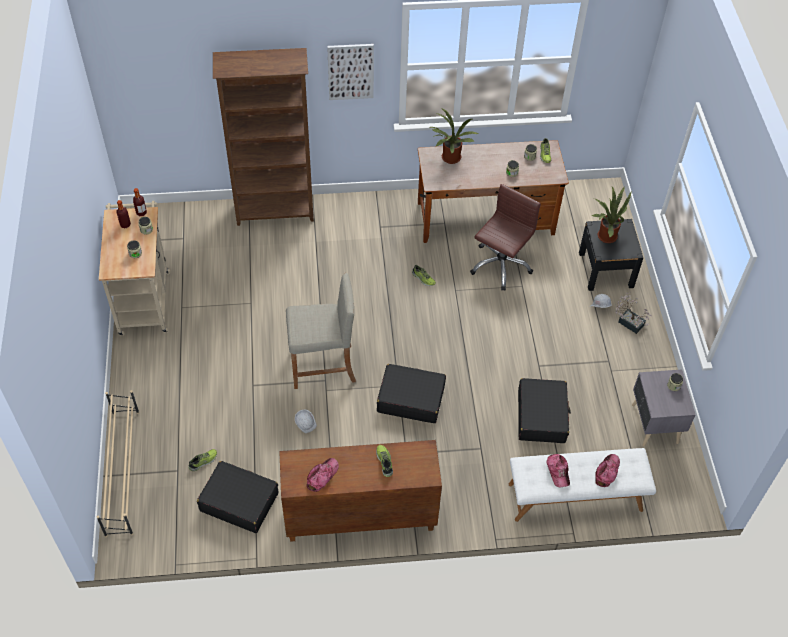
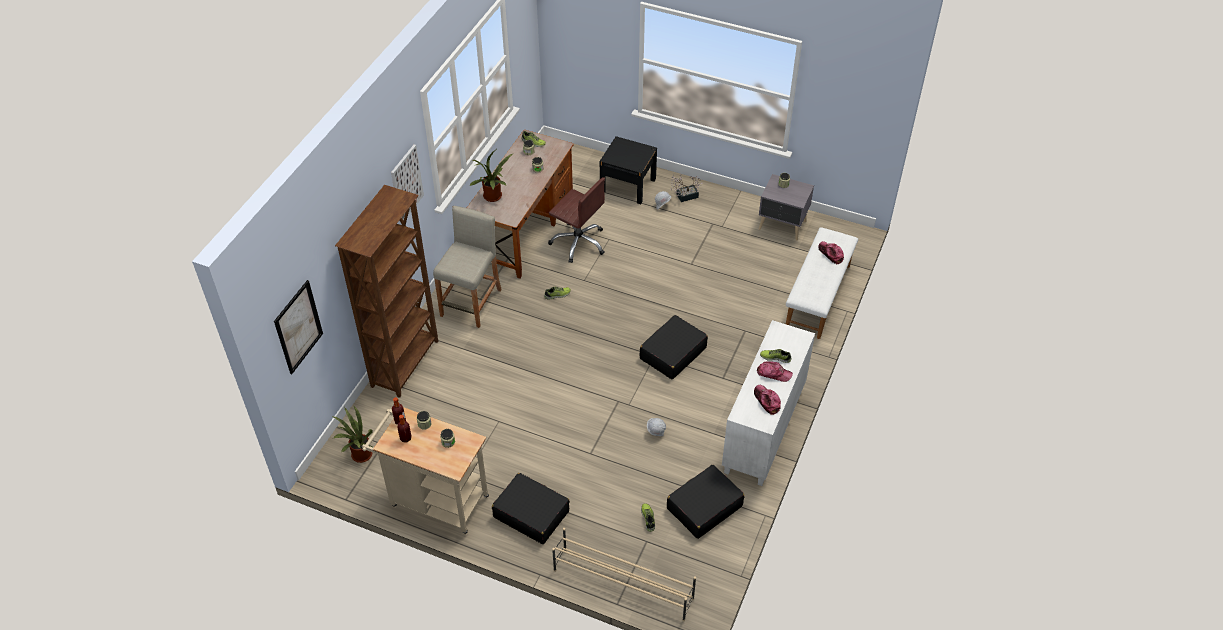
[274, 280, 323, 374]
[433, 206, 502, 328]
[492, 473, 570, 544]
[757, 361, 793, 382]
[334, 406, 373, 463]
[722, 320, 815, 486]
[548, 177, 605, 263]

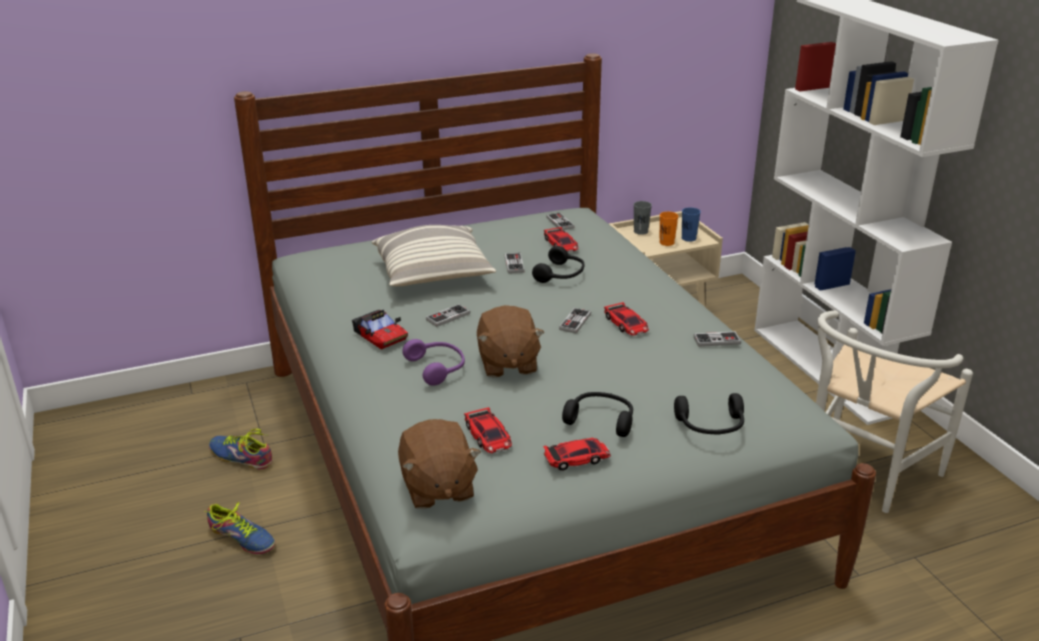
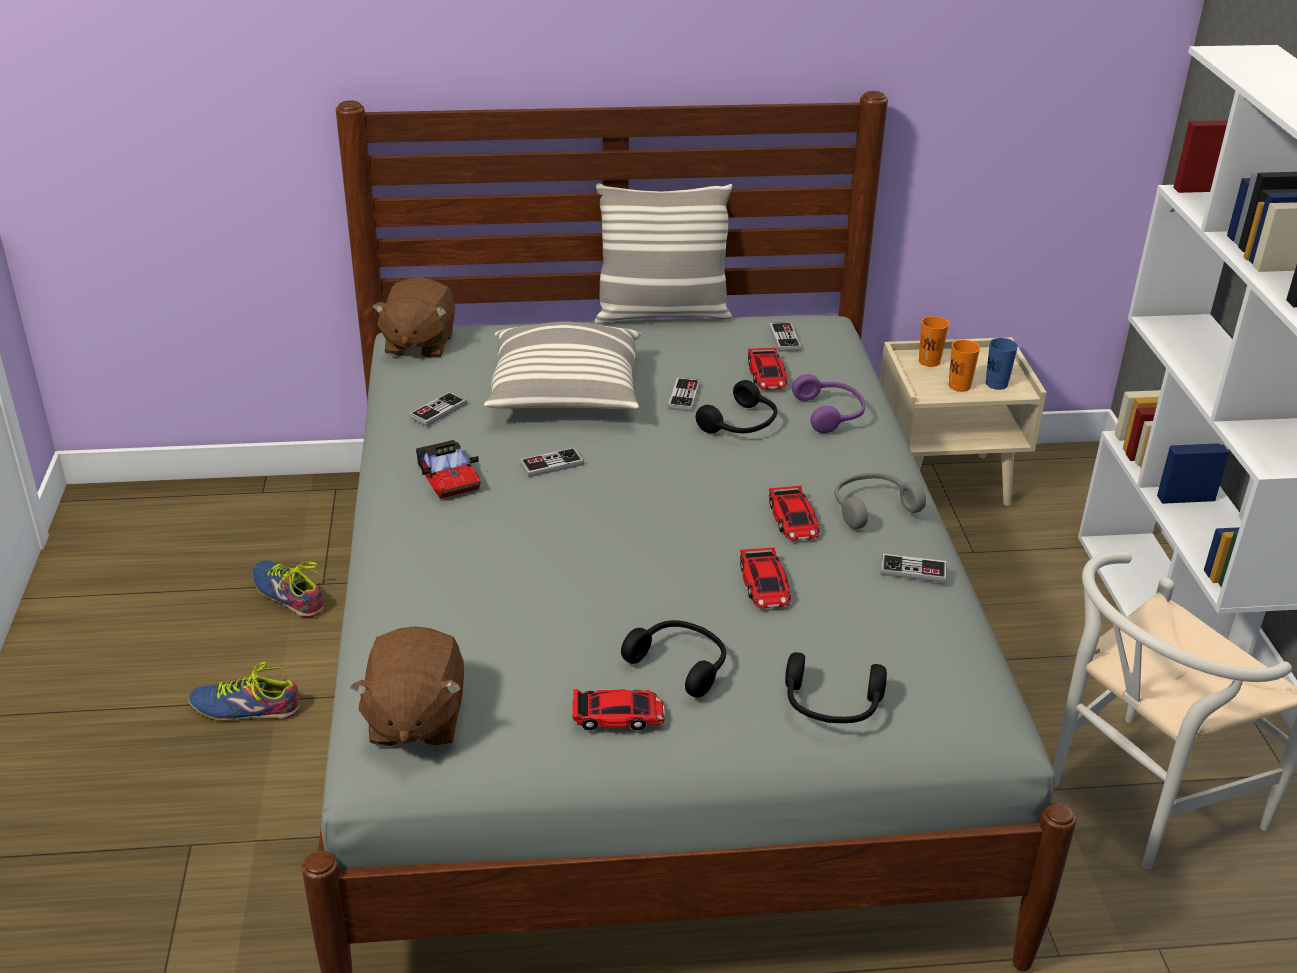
[595, 183, 732, 324]
[834, 473, 926, 529]
[792, 374, 865, 433]
[740, 547, 791, 609]
[372, 277, 455, 358]
[409, 392, 467, 426]
[919, 316, 949, 367]
[188, 662, 300, 722]

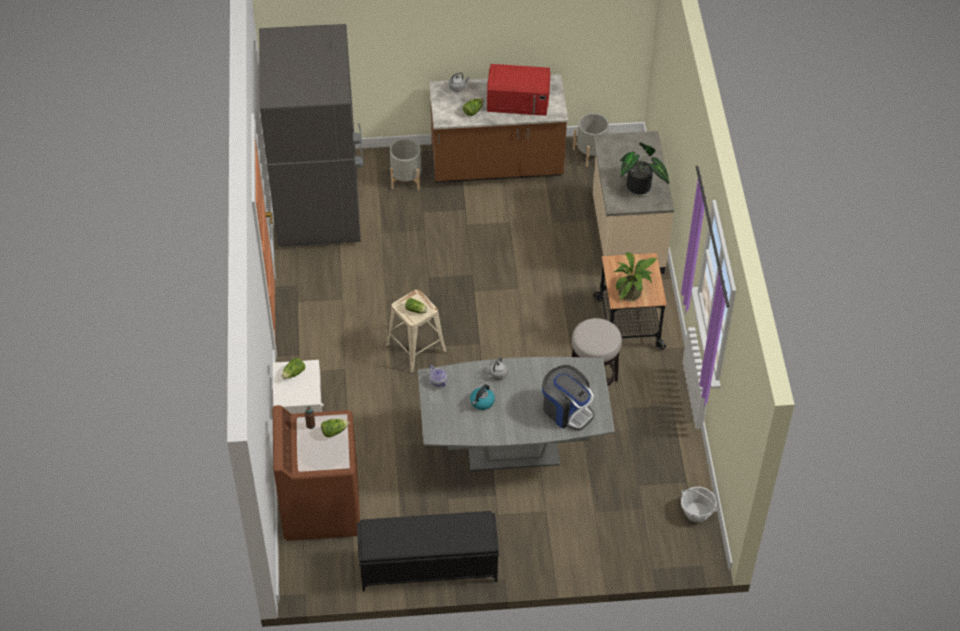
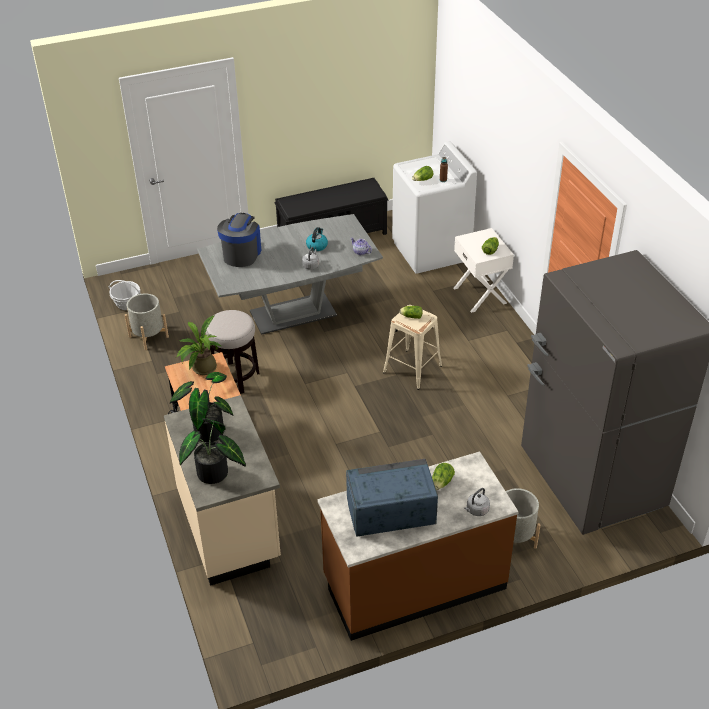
[179, 418, 246, 484]
[125, 294, 169, 350]
[392, 141, 477, 274]
[346, 459, 438, 537]
[217, 213, 262, 267]

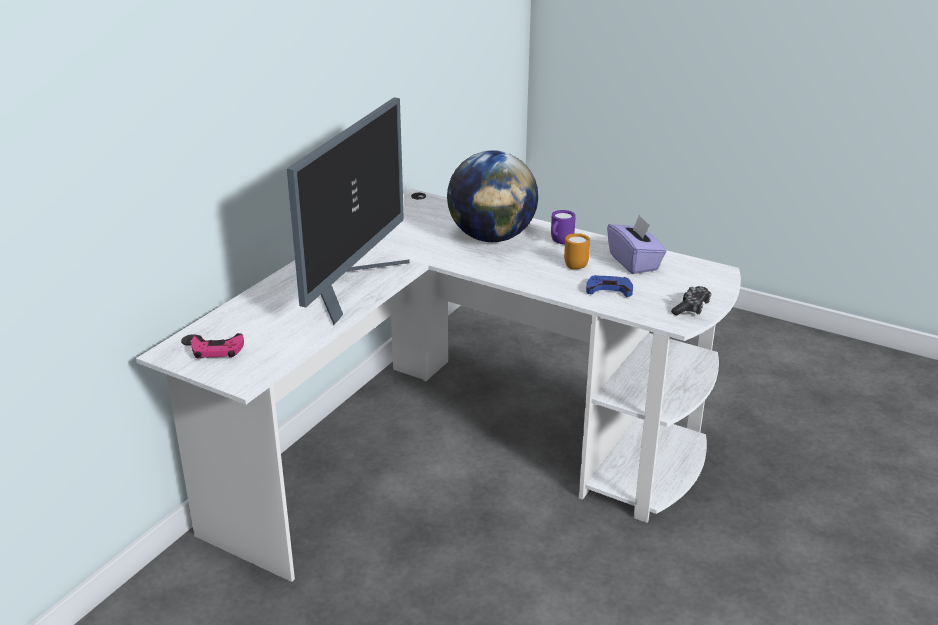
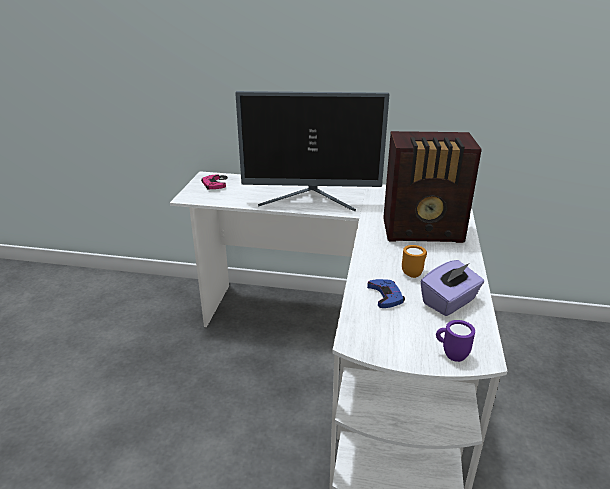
[671, 286, 712, 315] (first image)
[436, 320, 475, 362]
[383, 131, 482, 243]

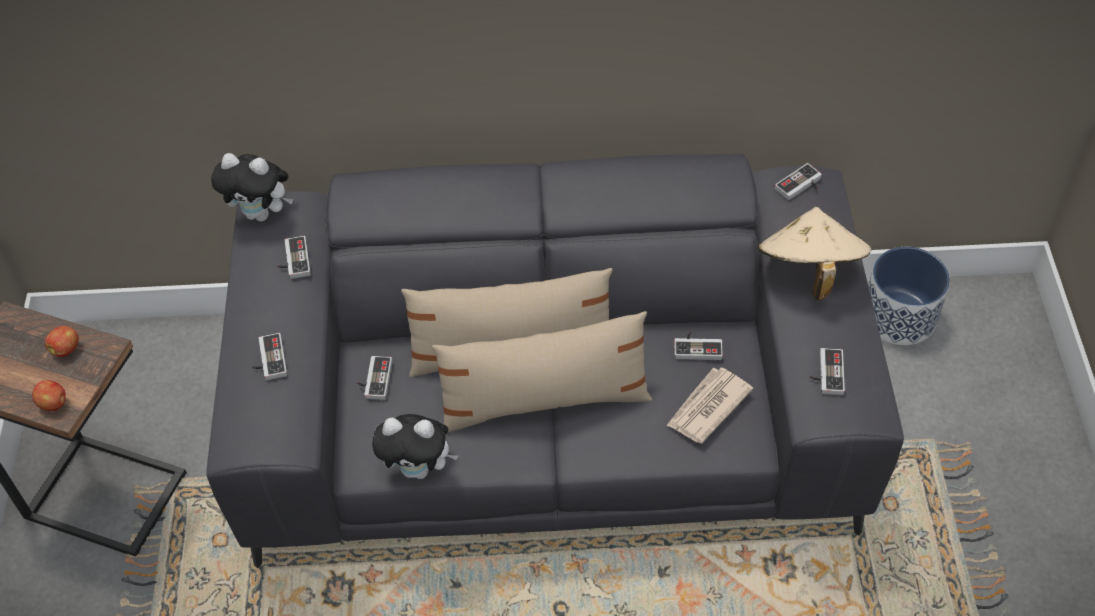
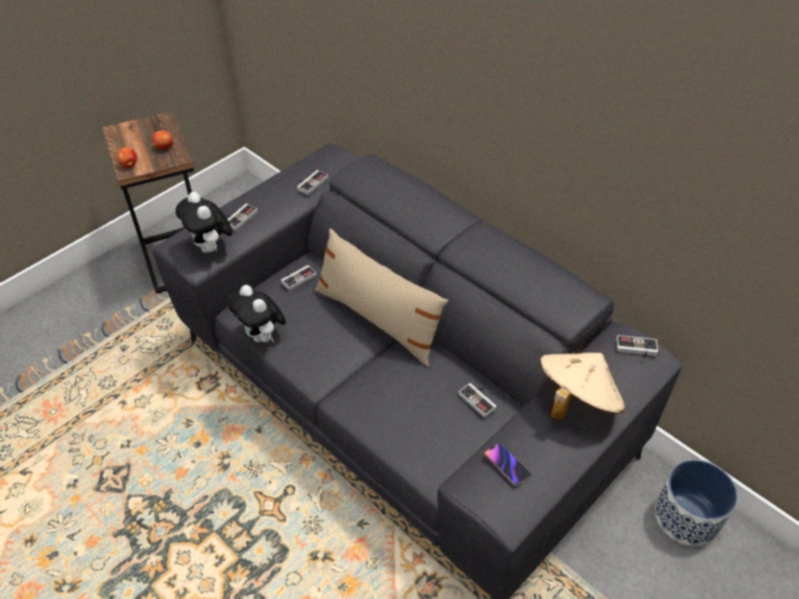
[432, 311, 652, 432] (first image)
[666, 367, 753, 443] (first image)
[176, 192, 233, 253]
[484, 443, 532, 486]

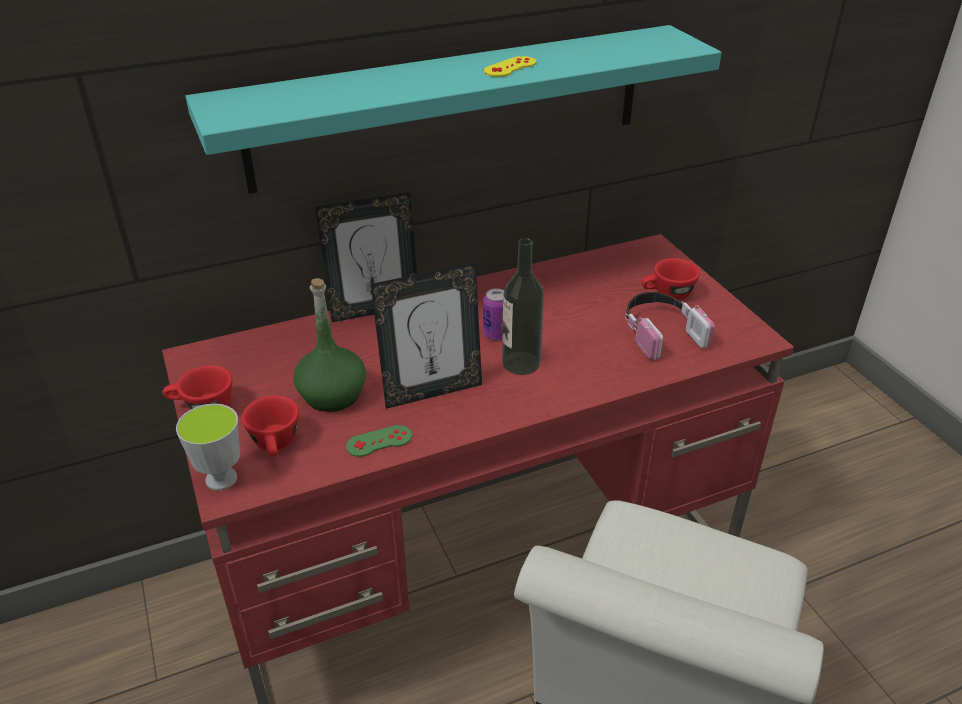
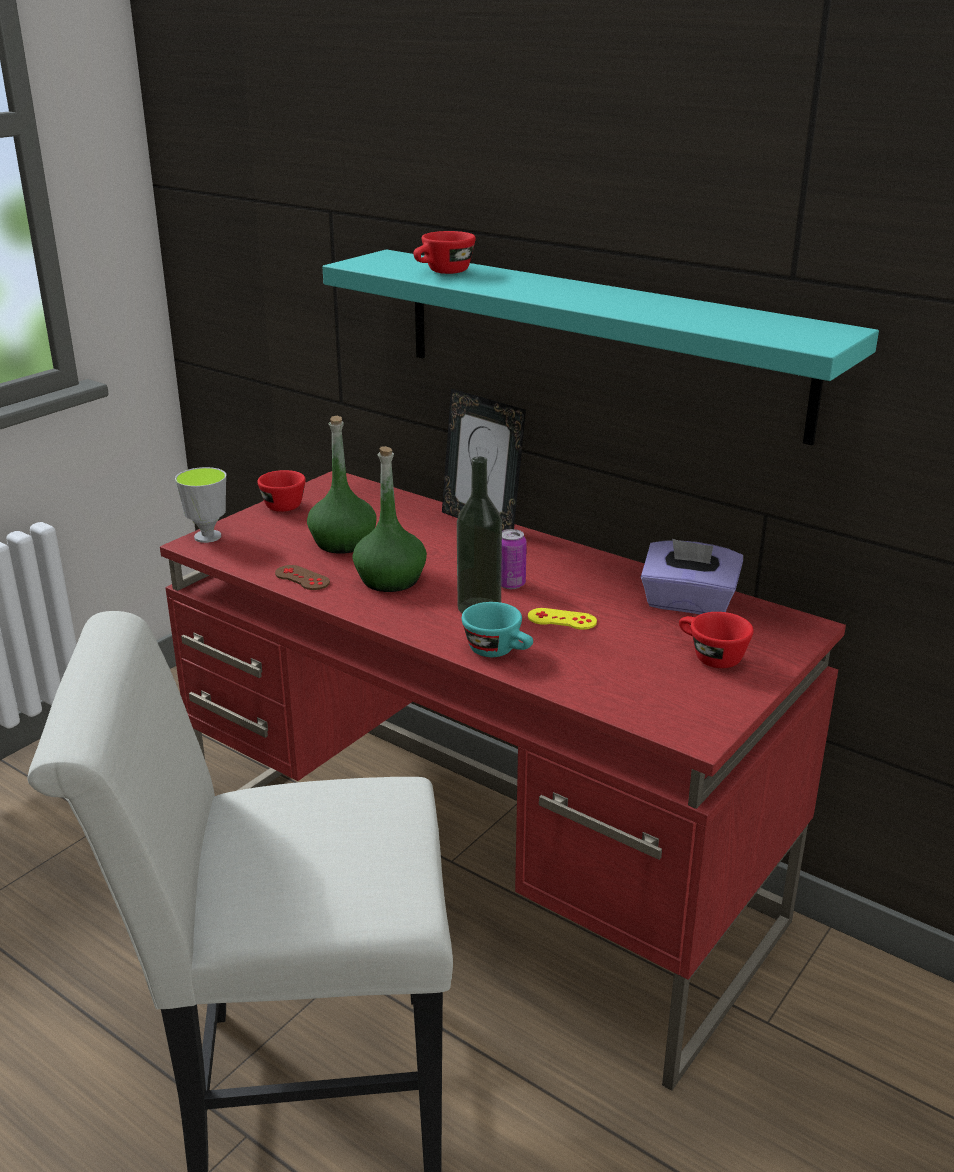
[625, 292, 715, 360] (first image)
[462, 602, 533, 657]
[641, 539, 743, 614]
[413, 231, 476, 274]
[528, 608, 597, 630]
[353, 446, 427, 592]
[275, 565, 330, 590]

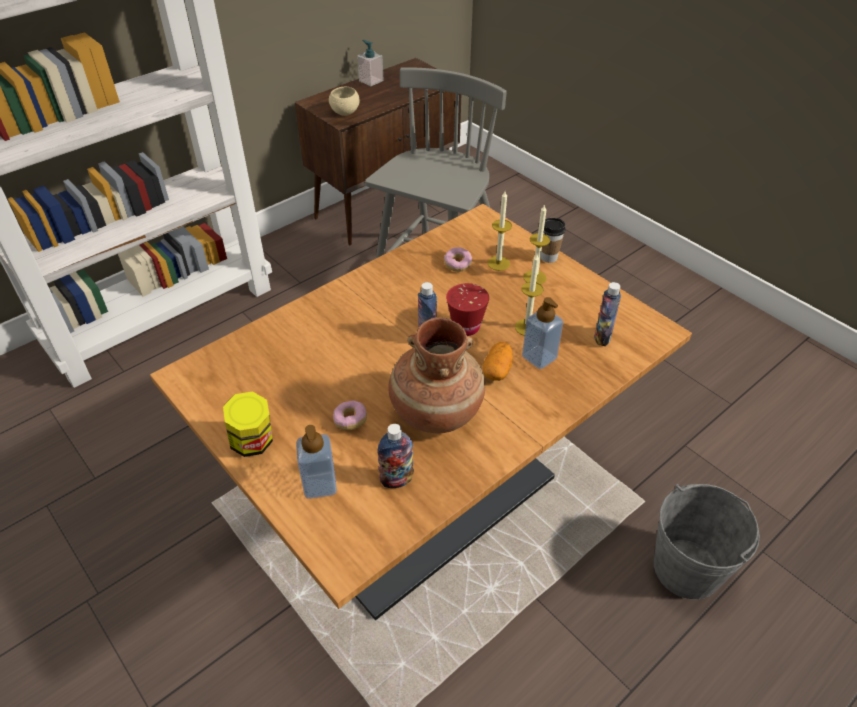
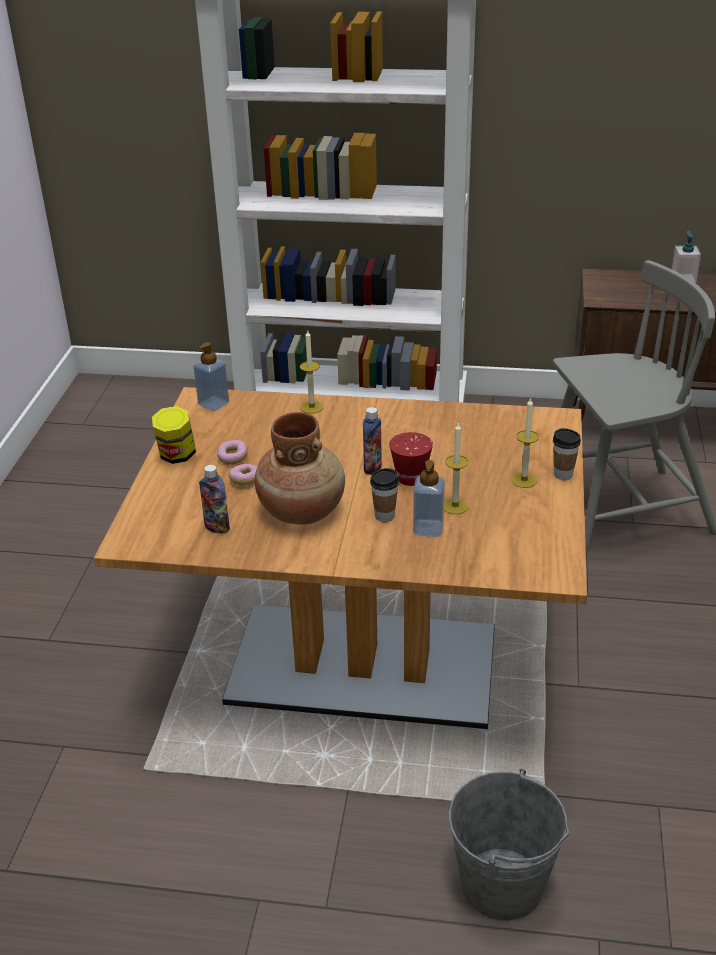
[329, 86, 359, 116] (first image)
[594, 282, 621, 346] (first image)
[193, 342, 229, 412]
[217, 440, 248, 465]
[300, 331, 323, 414]
[370, 468, 399, 522]

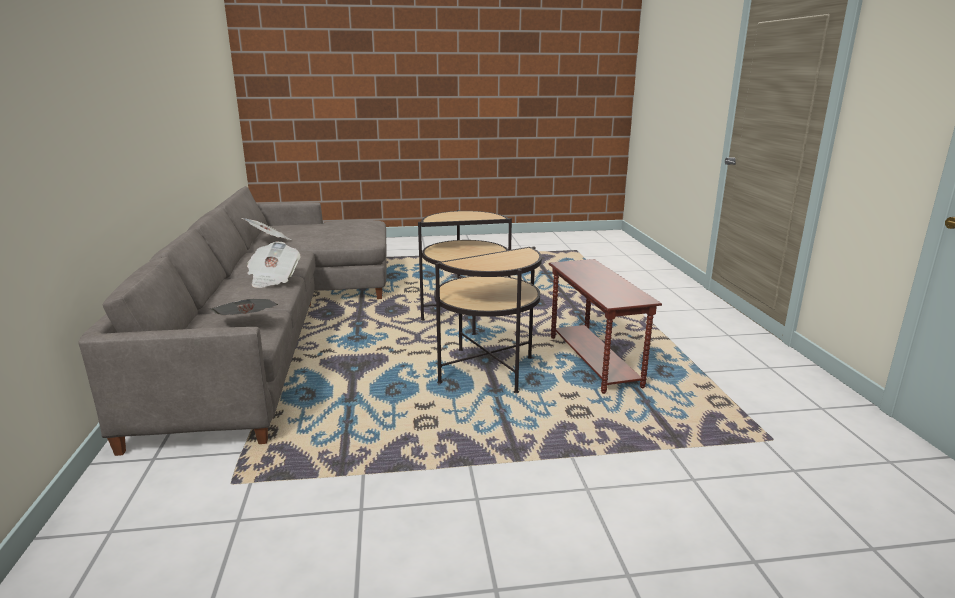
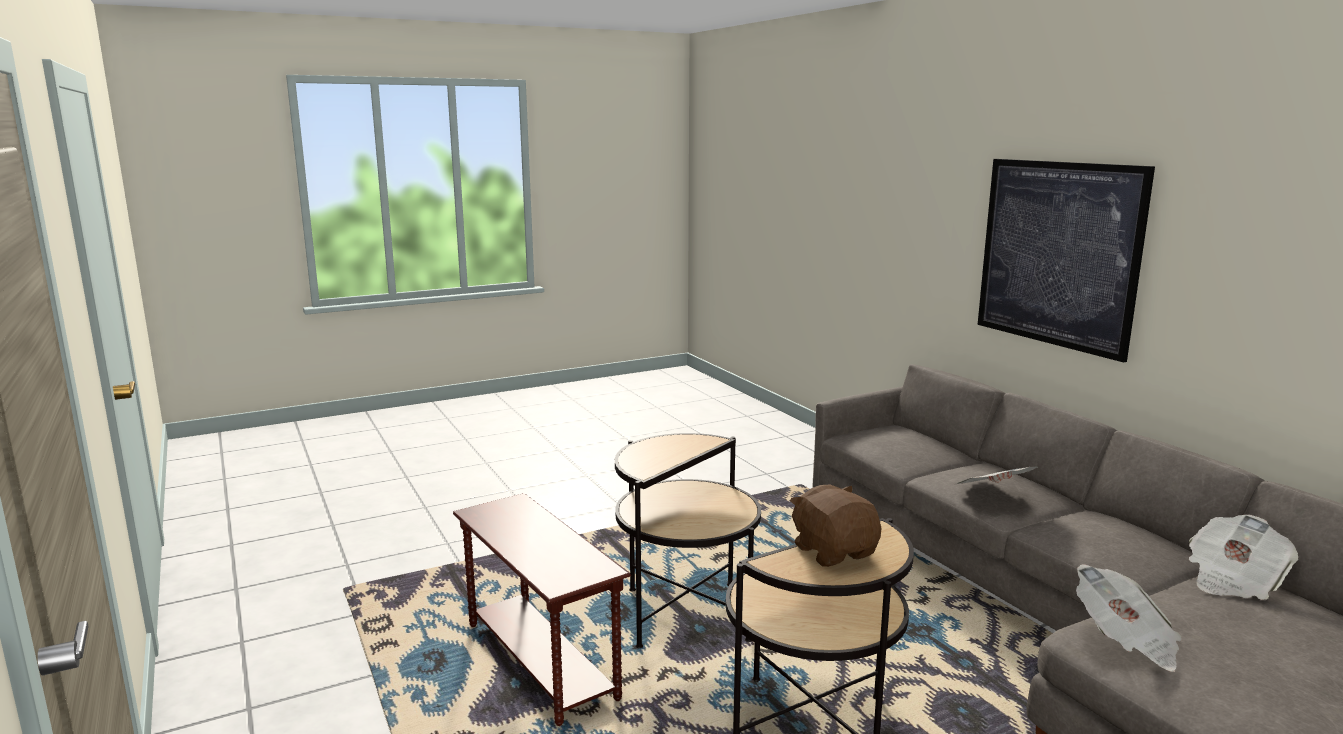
[790, 485, 882, 567]
[978, 159, 1155, 363]
[1076, 564, 1181, 672]

